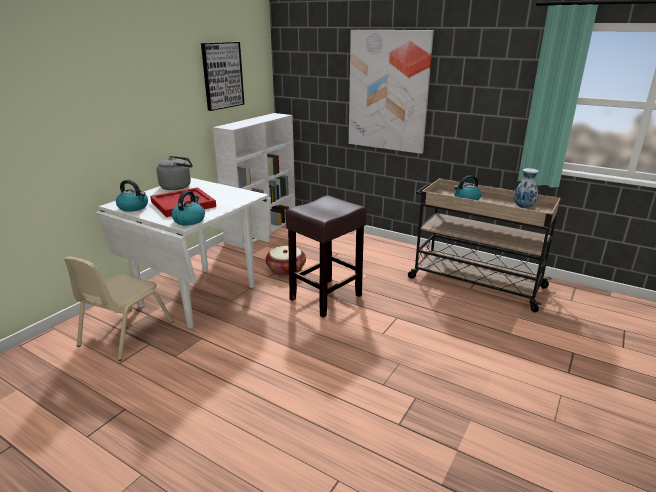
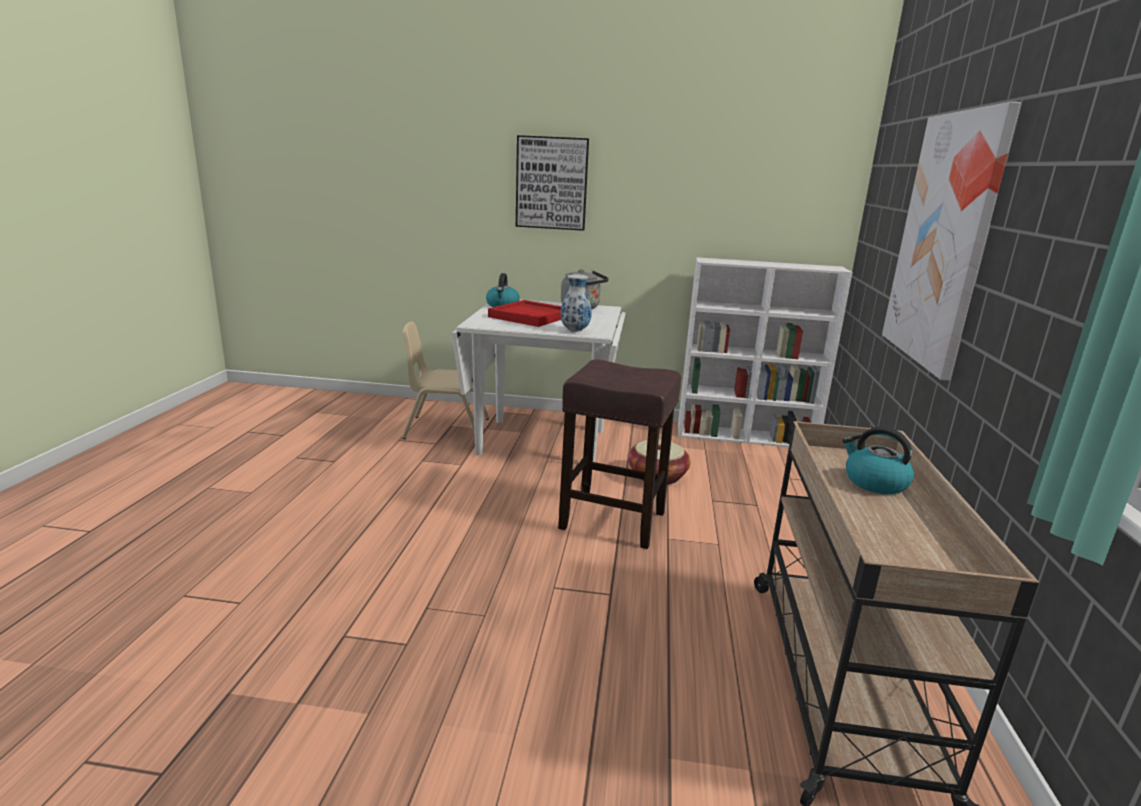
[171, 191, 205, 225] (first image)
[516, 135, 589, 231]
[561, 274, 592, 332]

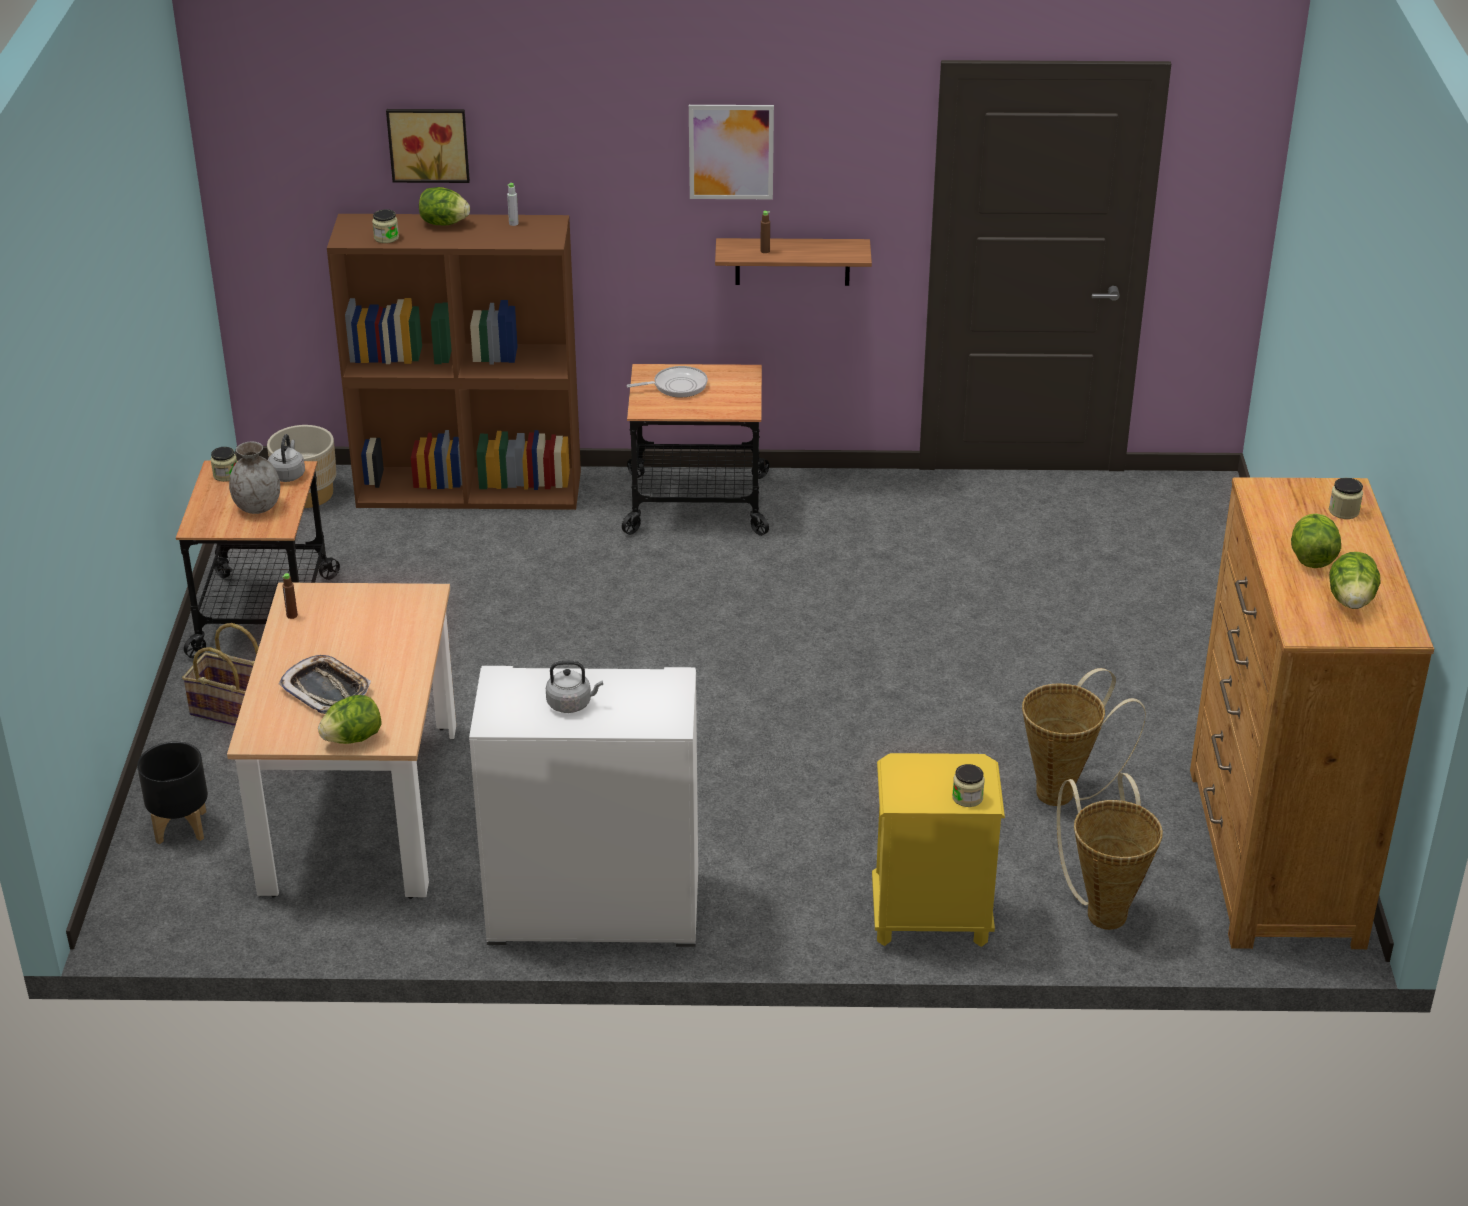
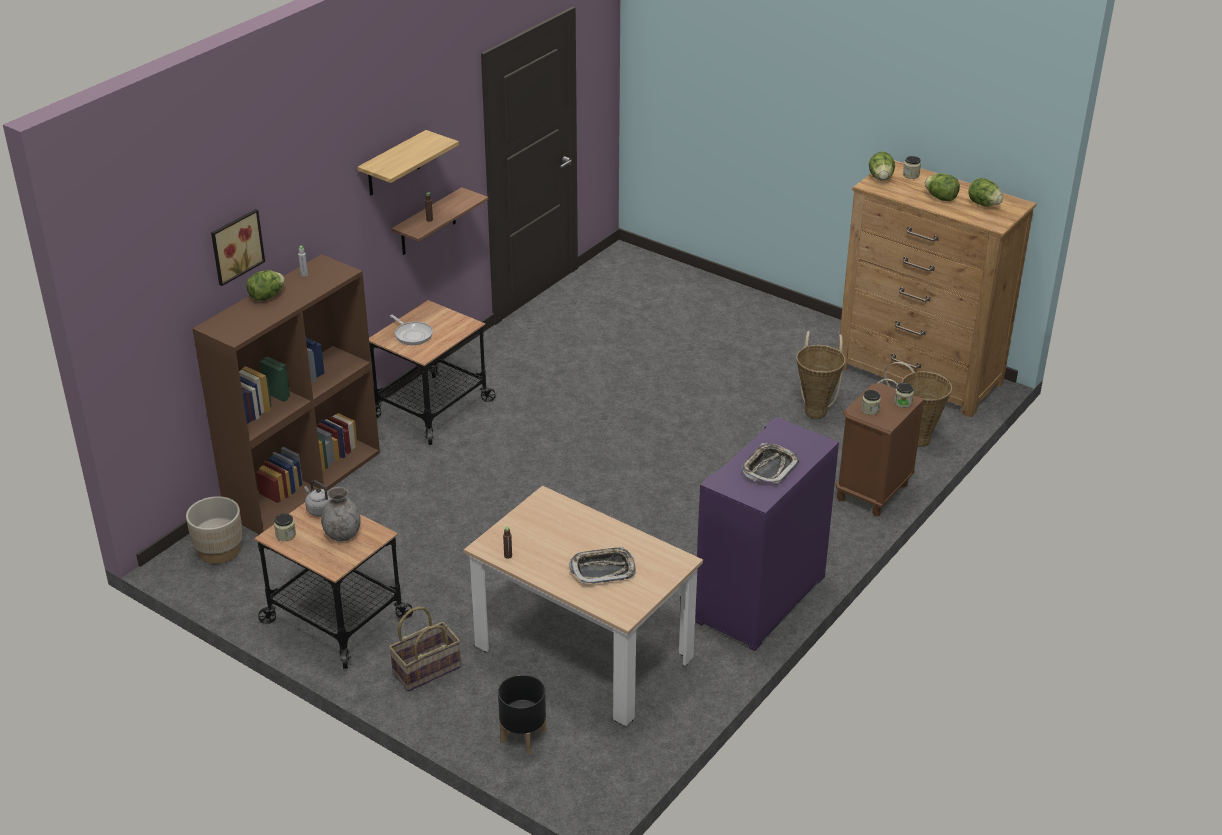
[869, 152, 895, 181]
[861, 390, 881, 415]
[742, 443, 799, 484]
[357, 130, 459, 196]
[695, 417, 839, 651]
[836, 383, 925, 516]
[390, 315, 433, 345]

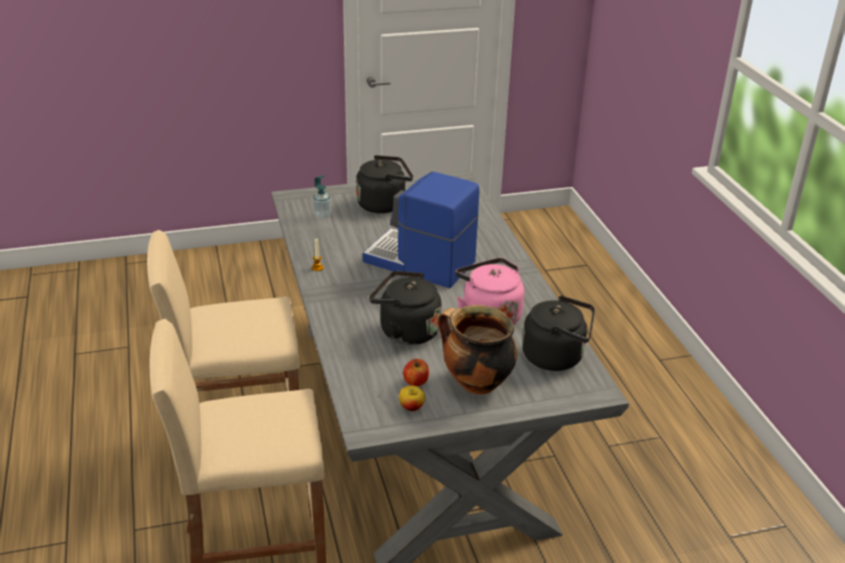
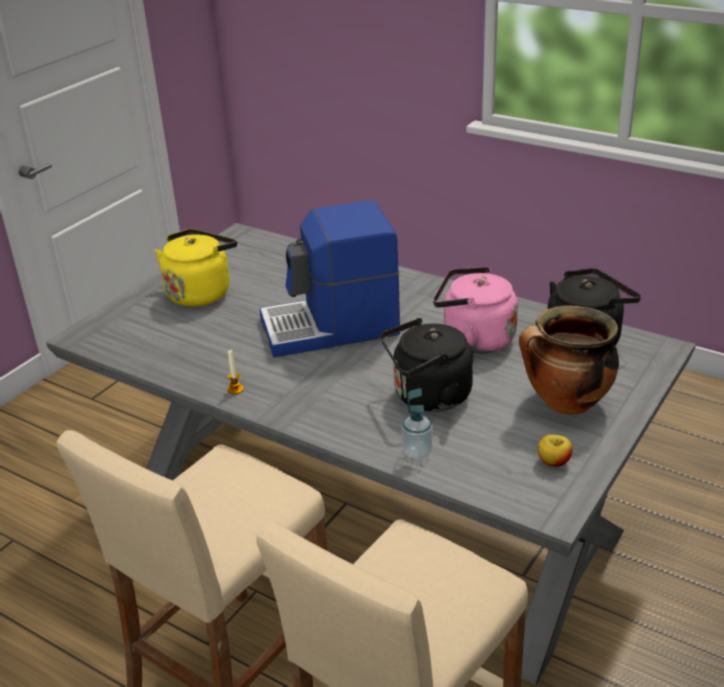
[403, 359, 429, 386] (first image)
[402, 388, 432, 459]
[155, 229, 237, 307]

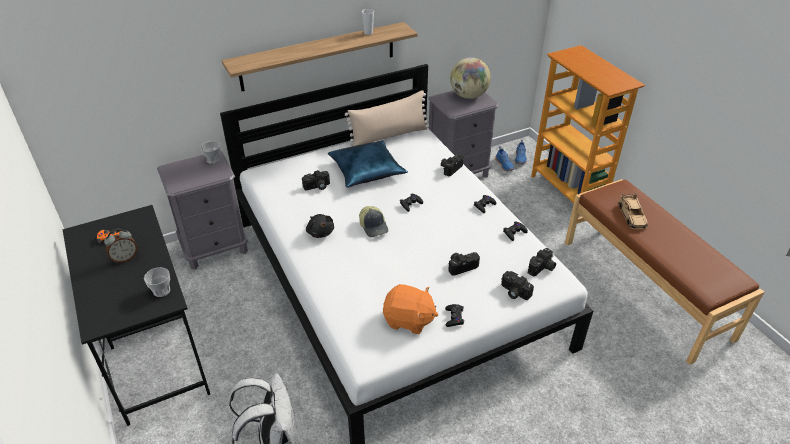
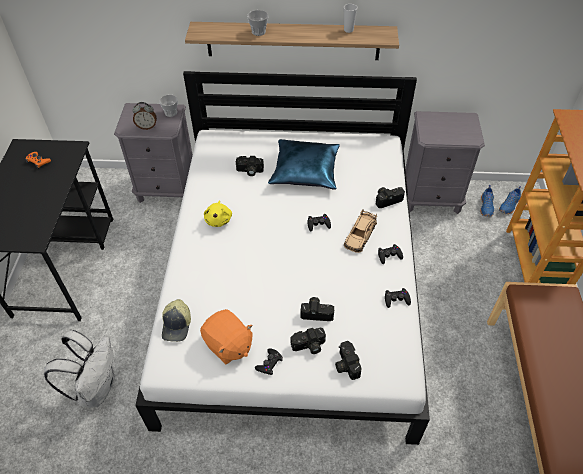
[345, 90, 429, 147] (first image)
[450, 58, 491, 99] (first image)
[132, 102, 157, 130]
[247, 10, 268, 36]
[162, 299, 191, 342]
[291, 328, 326, 354]
[344, 209, 377, 253]
[204, 201, 232, 227]

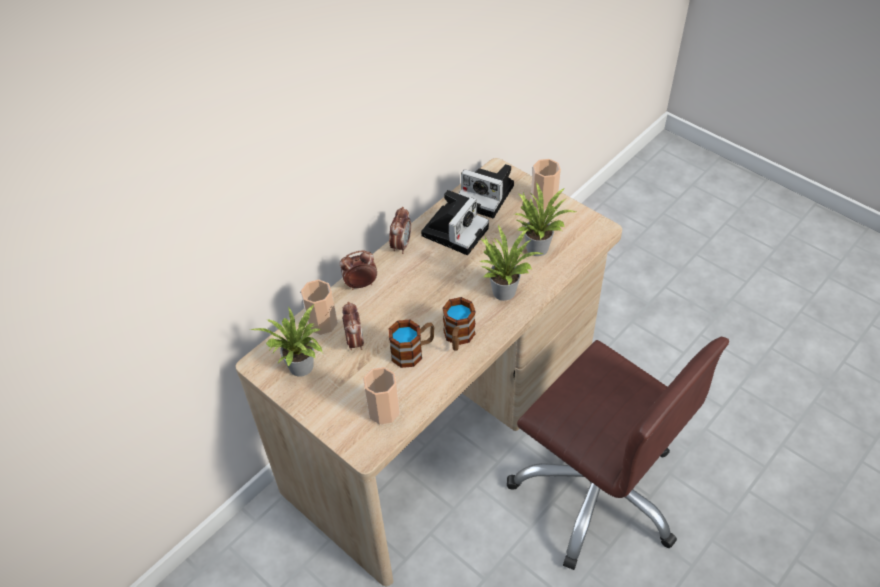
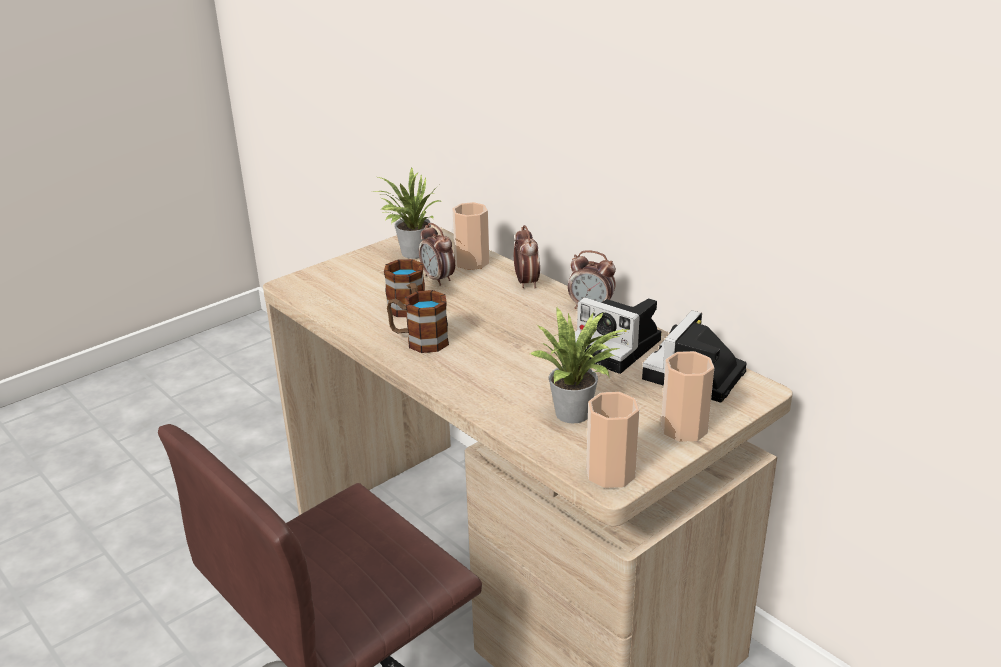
[480, 225, 544, 301] (first image)
[586, 392, 639, 488]
[419, 223, 455, 286]

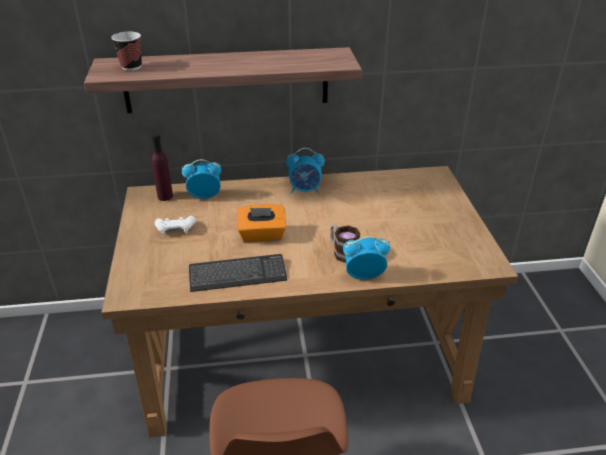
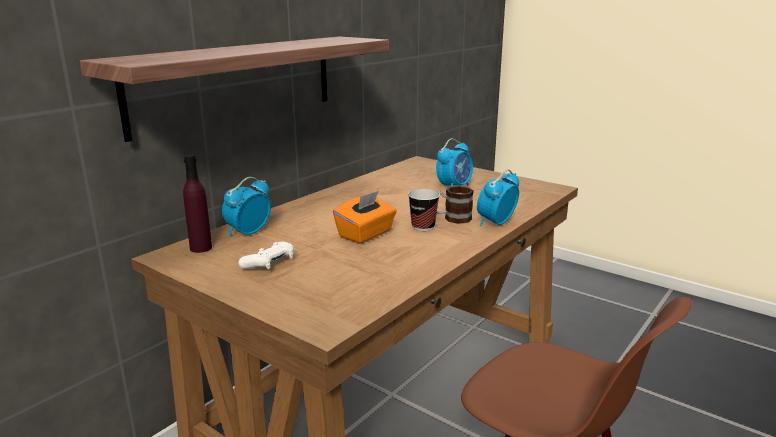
[189, 254, 287, 292] (first image)
[408, 189, 440, 231]
[436, 138, 473, 187]

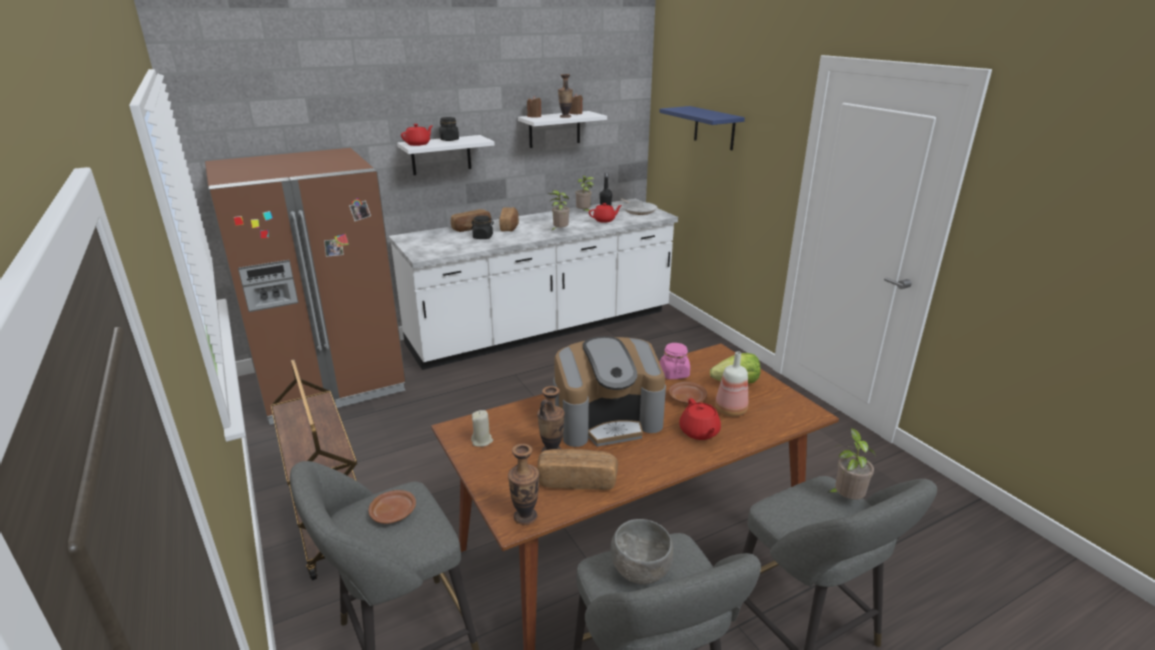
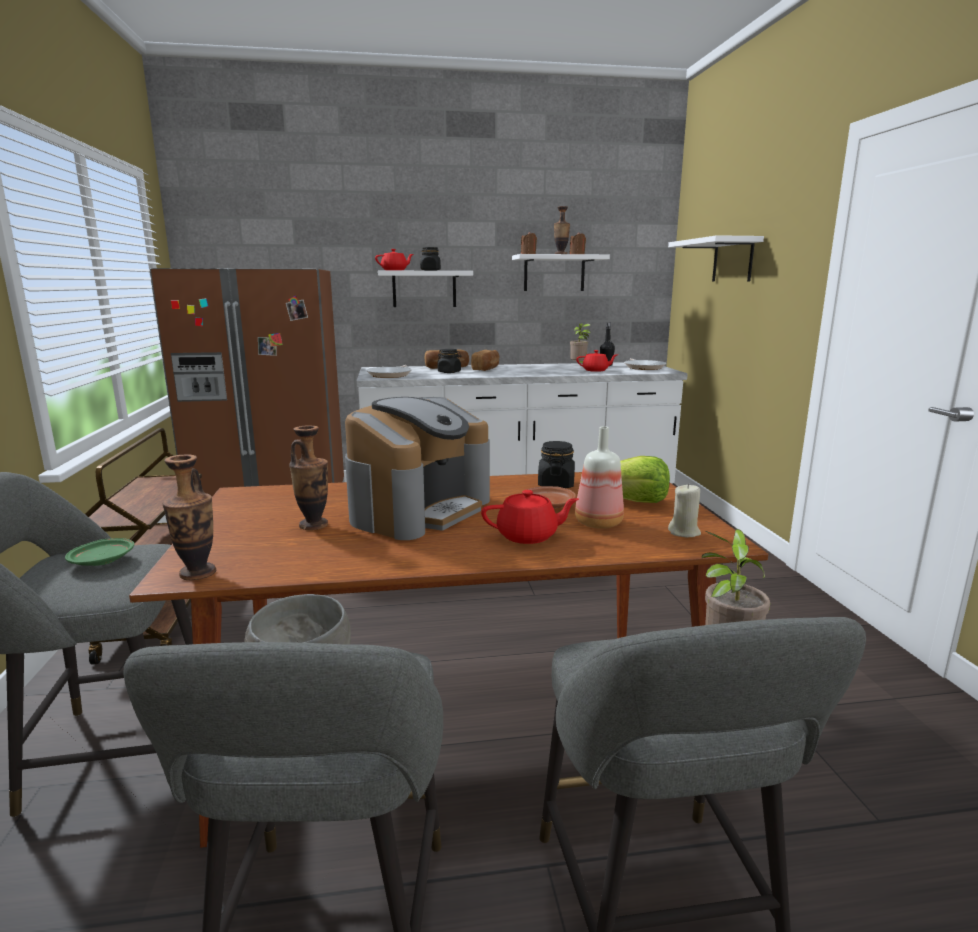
[538, 449, 618, 490] (first image)
[548, 190, 570, 232] (first image)
[367, 365, 412, 378]
[668, 484, 701, 537]
[65, 538, 134, 566]
[668, 235, 764, 282]
[538, 441, 575, 488]
[345, 397, 490, 540]
[481, 490, 579, 544]

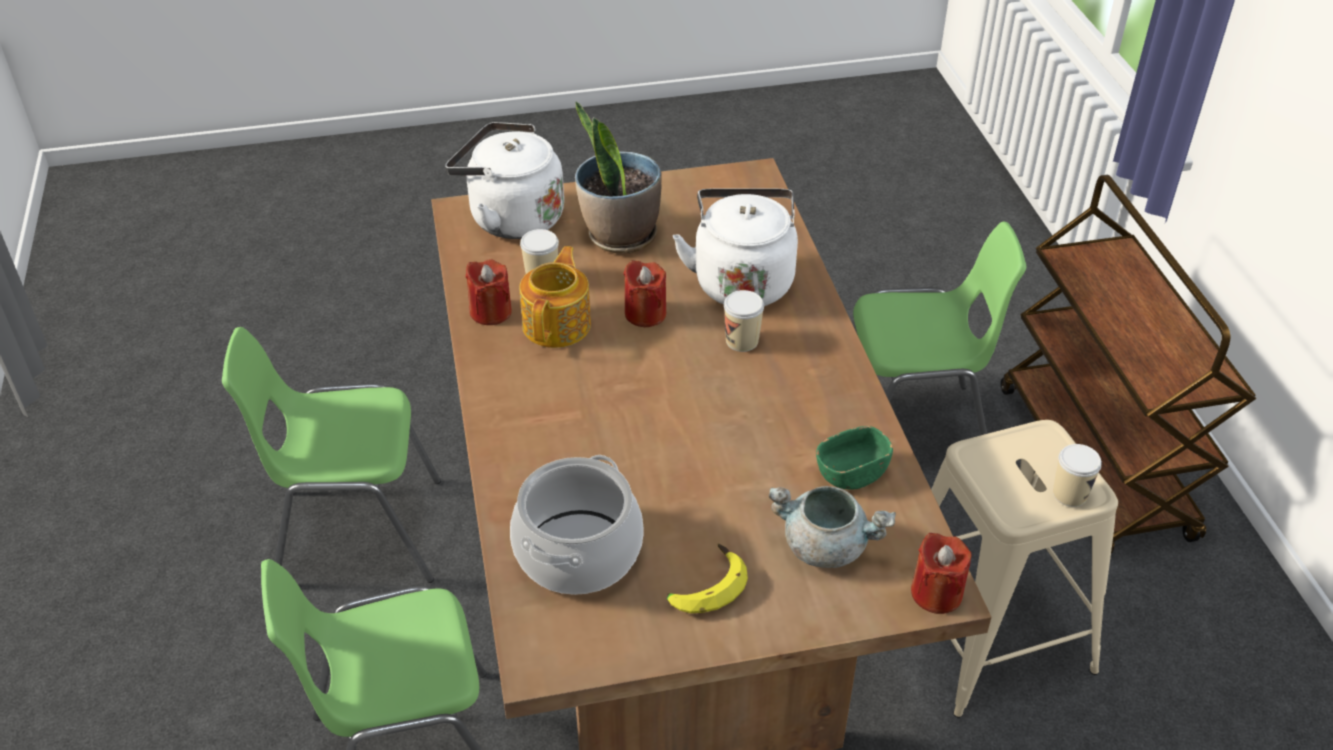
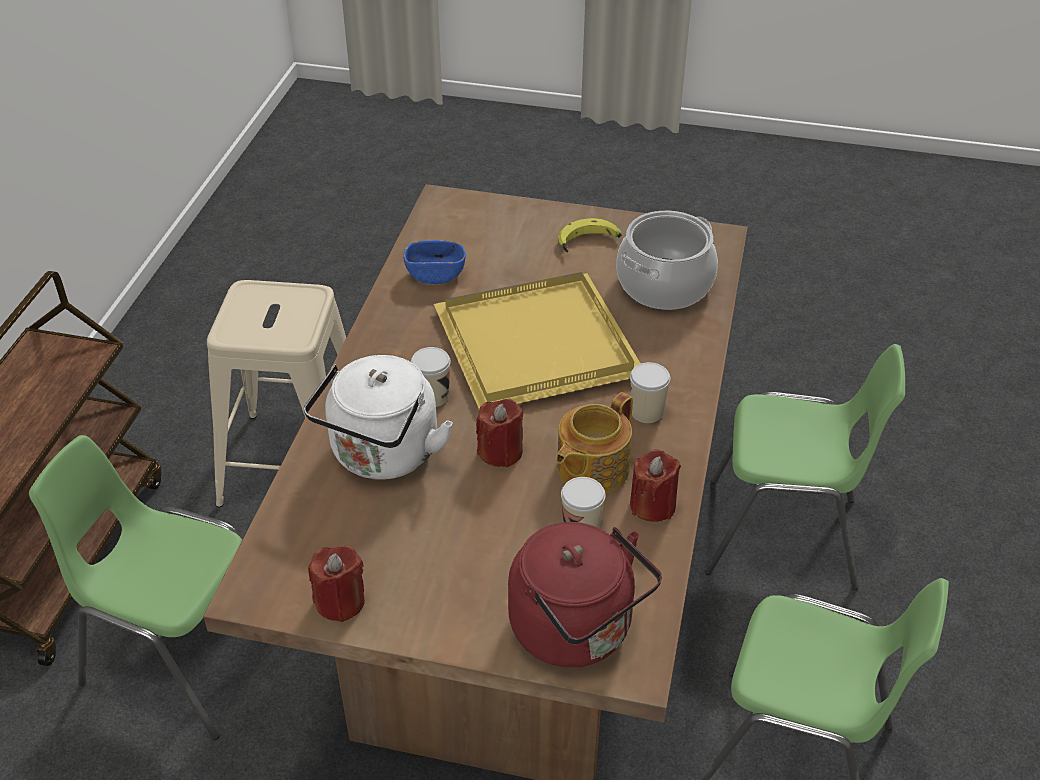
[575, 101, 662, 254] (first image)
[769, 486, 896, 568] (first image)
[434, 272, 641, 409]
[308, 546, 365, 622]
[630, 362, 670, 423]
[508, 522, 662, 667]
[403, 240, 466, 284]

